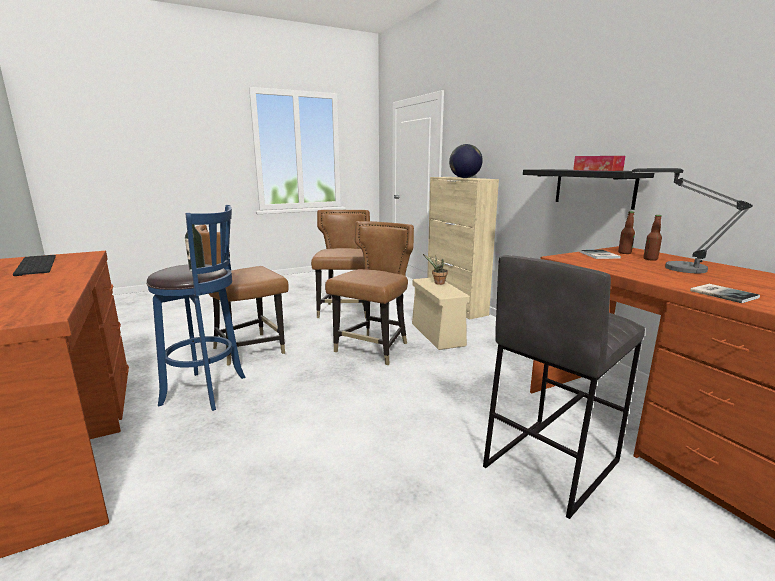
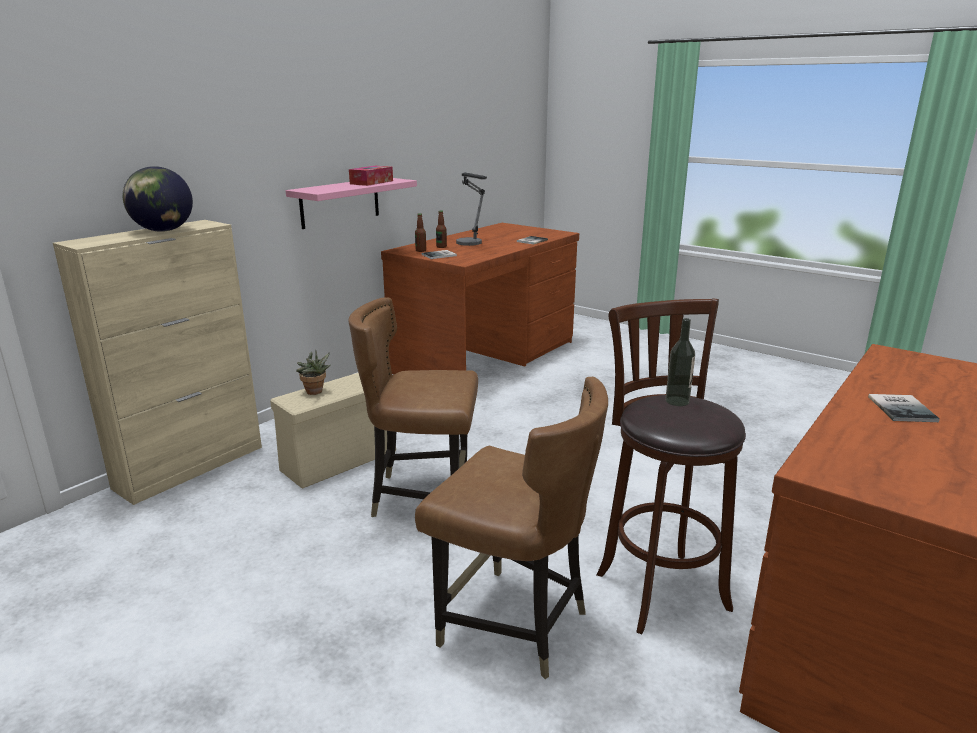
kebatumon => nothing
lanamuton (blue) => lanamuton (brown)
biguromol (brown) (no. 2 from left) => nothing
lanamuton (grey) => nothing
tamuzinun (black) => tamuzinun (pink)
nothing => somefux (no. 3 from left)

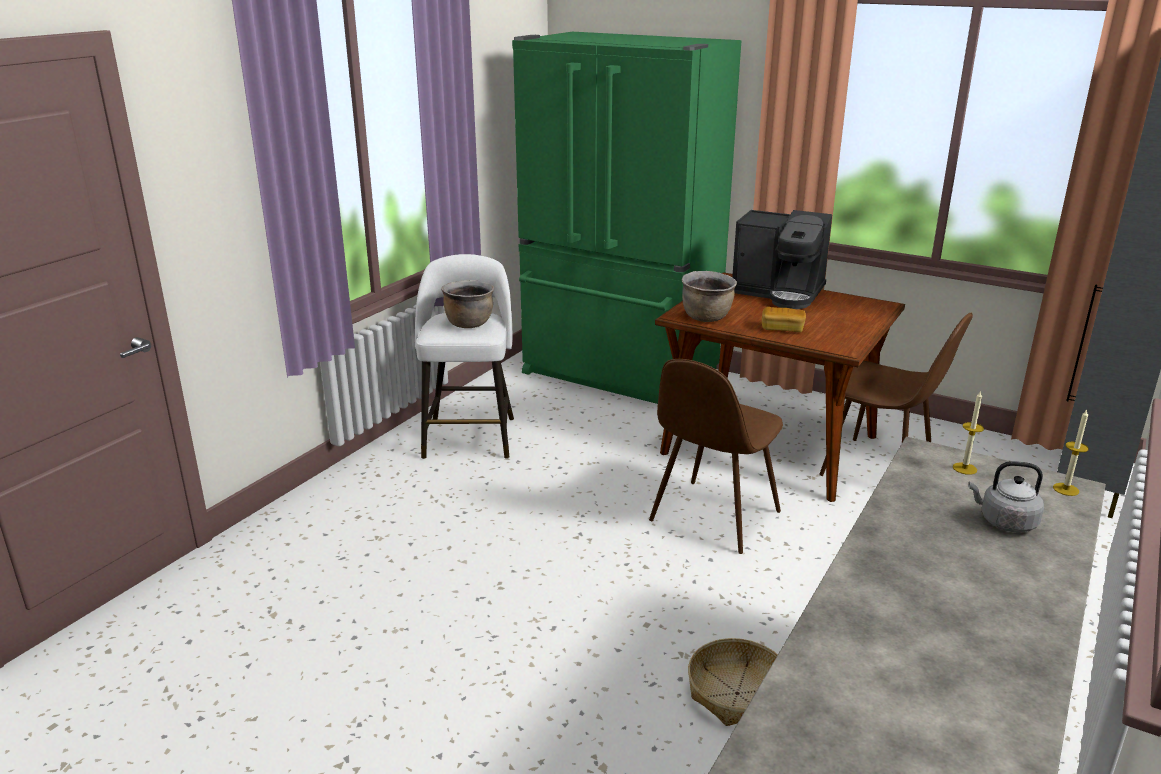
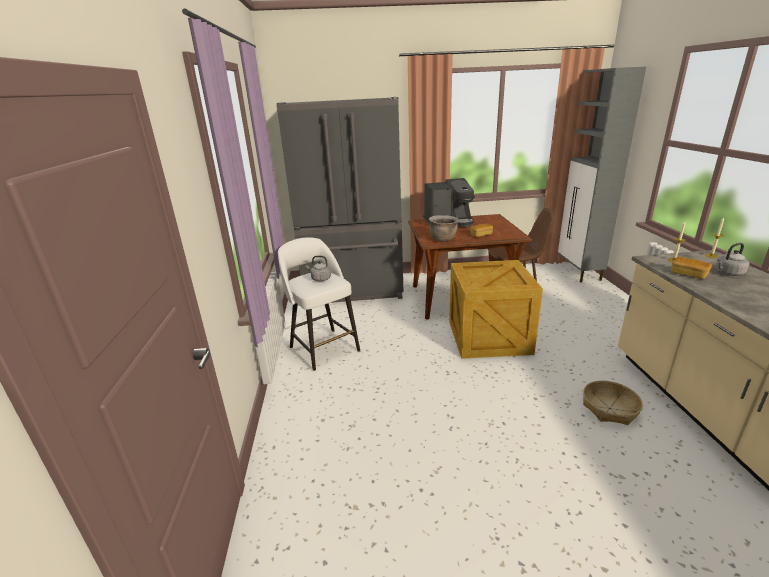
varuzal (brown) (no. 1 from left) => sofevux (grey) (no. 1 from left)
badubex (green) => badubex (grey)
biguromol (brown) (no. 1 from left) => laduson
nothing => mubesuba (no. 2 from left)

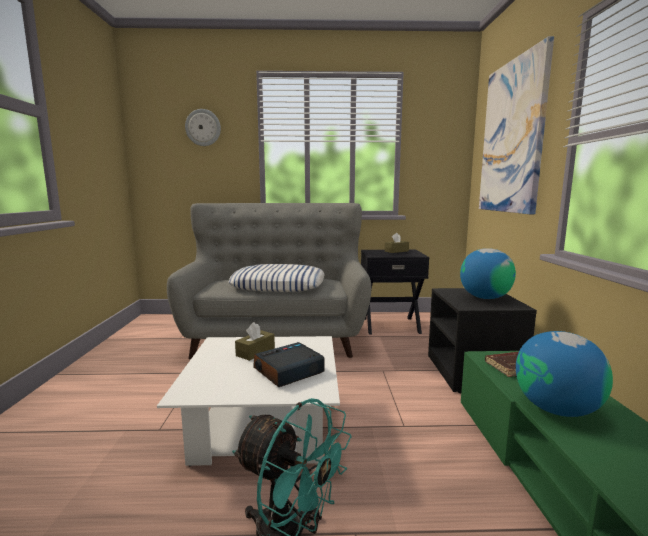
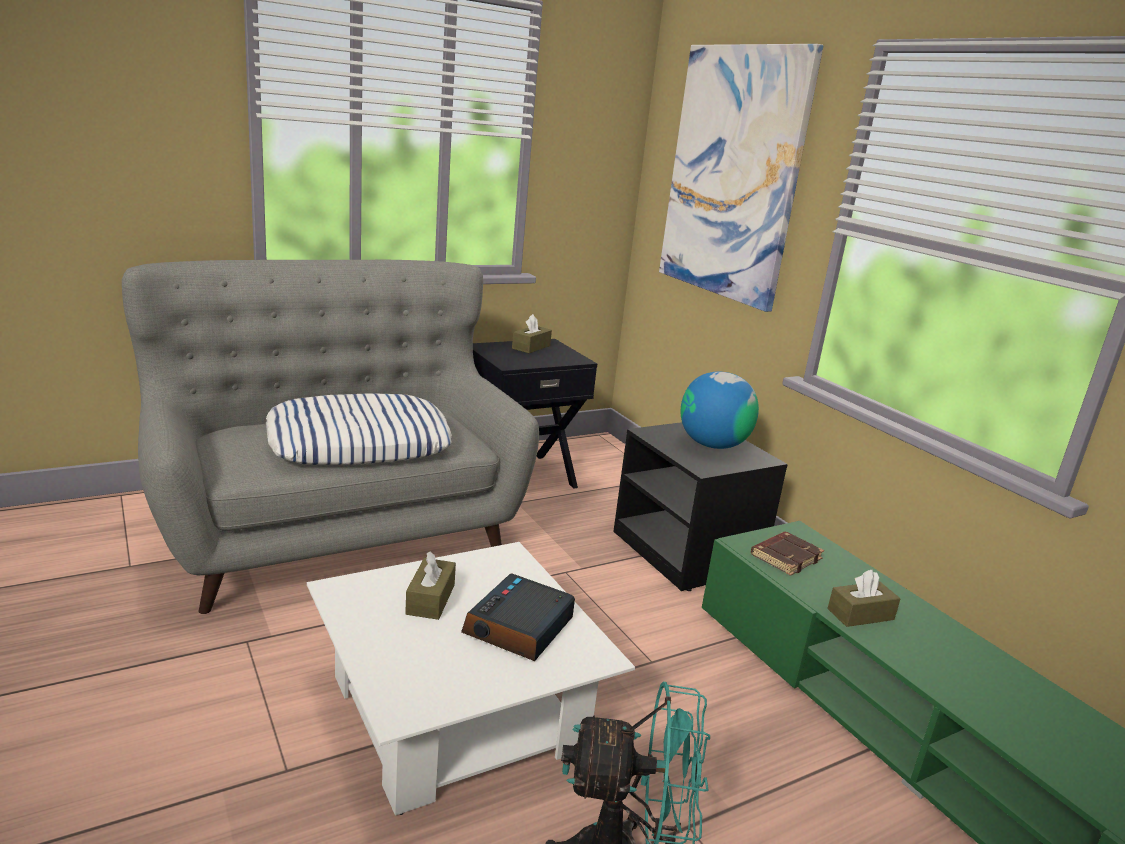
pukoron => nothing
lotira (no. 2 from left) => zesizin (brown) (no. 3 from left)

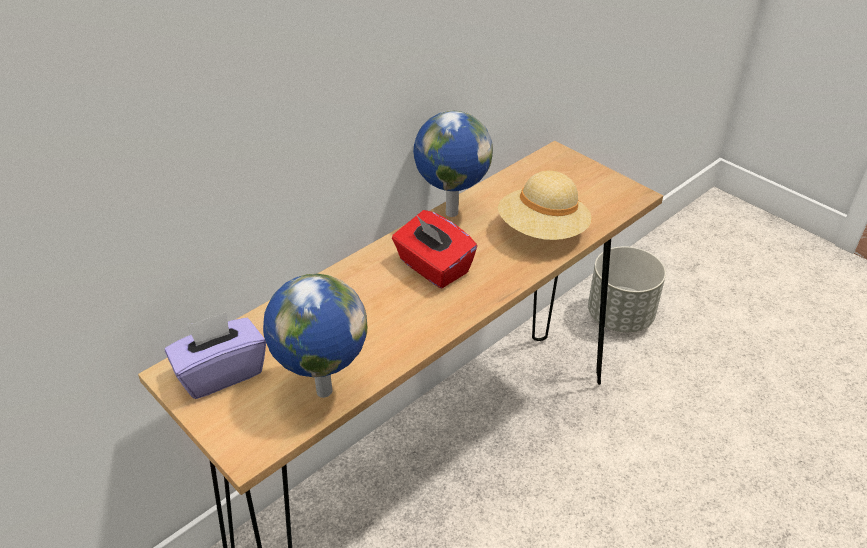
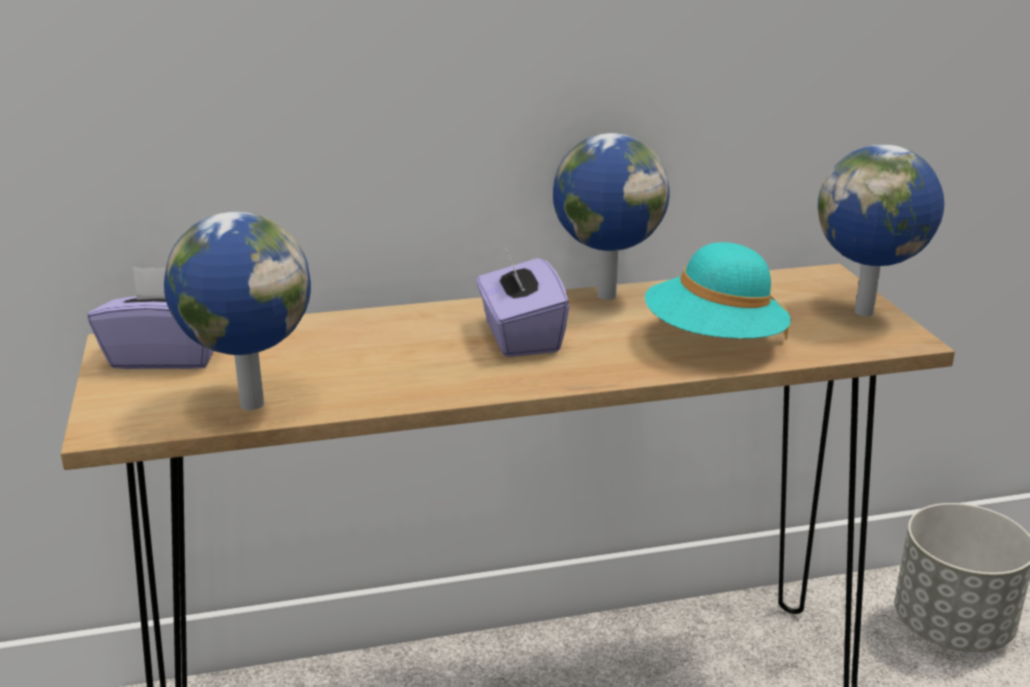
zesizin (red) => zesizin (purple) (no. 2 from left)
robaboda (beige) => robaboda (turquoise)
nothing => lotira (no. 3 from left)

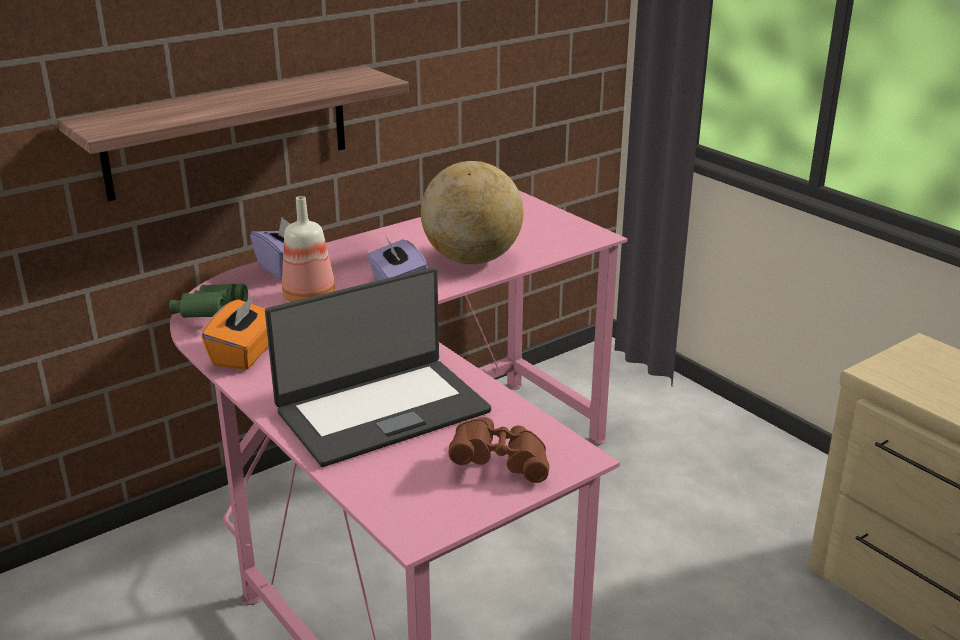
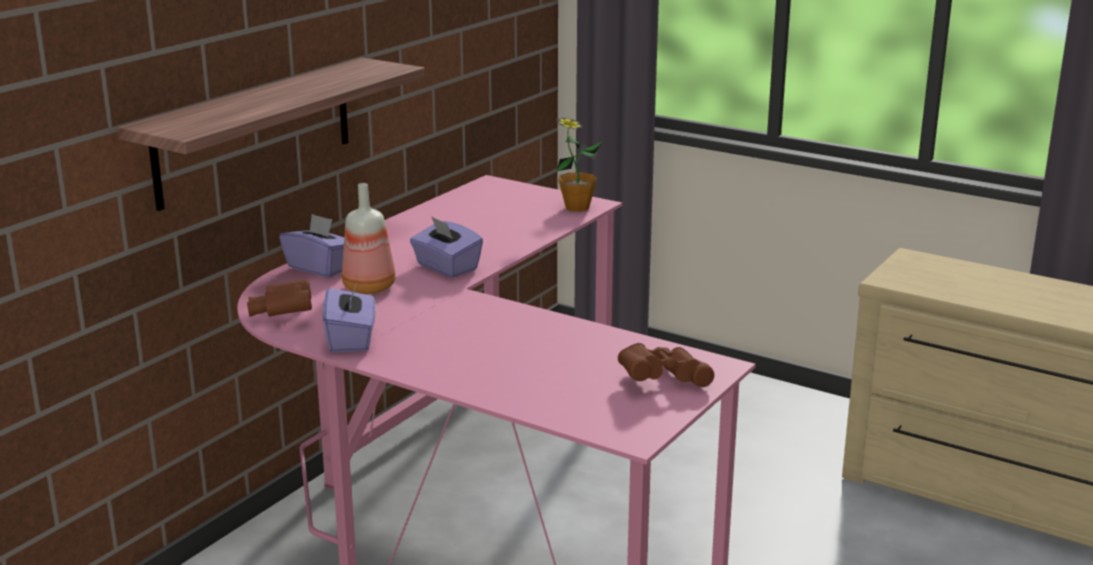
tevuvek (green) => tevuvek (brown) (no. 1 from left)
zesizin (orange) => zesizin (purple) (no. 2 from left)
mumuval => nothing
lotira => nothing
nothing => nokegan

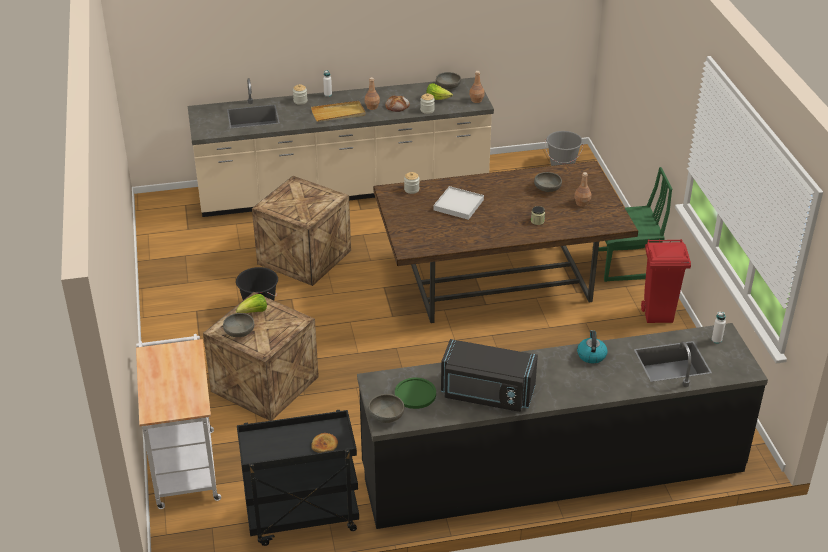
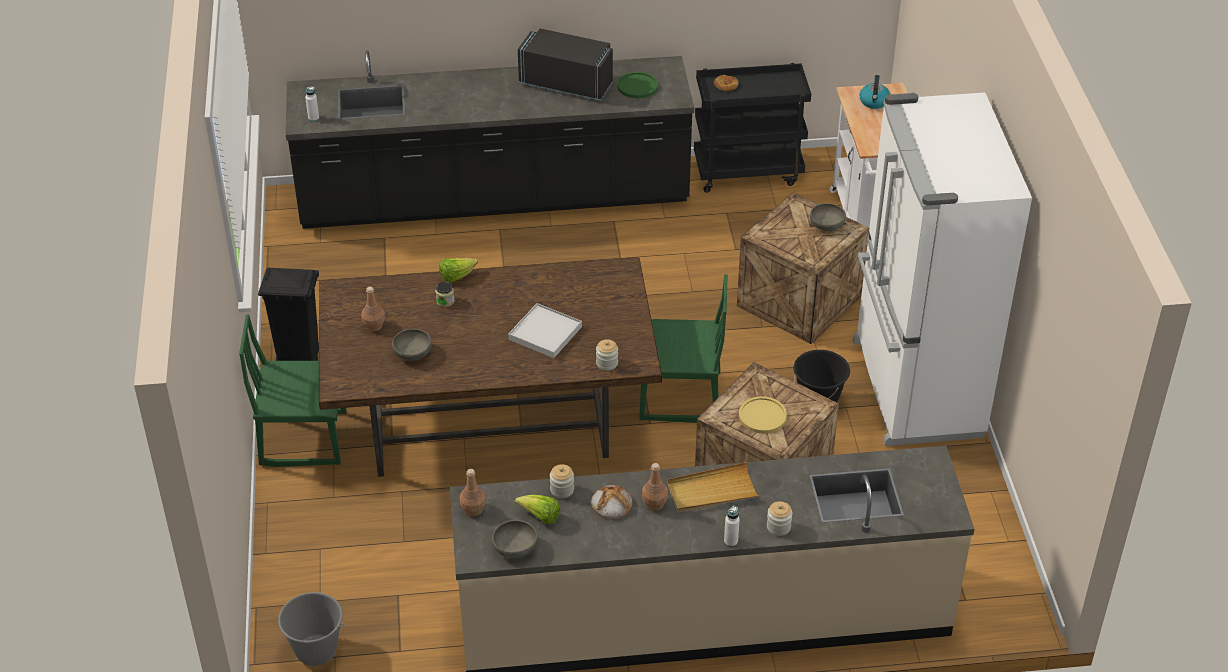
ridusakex (no. 1 from left), shifted
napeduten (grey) (no. 2 from left) => nothing
sofevux, shifted
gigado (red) => gigado (black)
nothing => biguromol (green) (no. 2 from left)
nothing => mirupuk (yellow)
nothing => badubex (white)

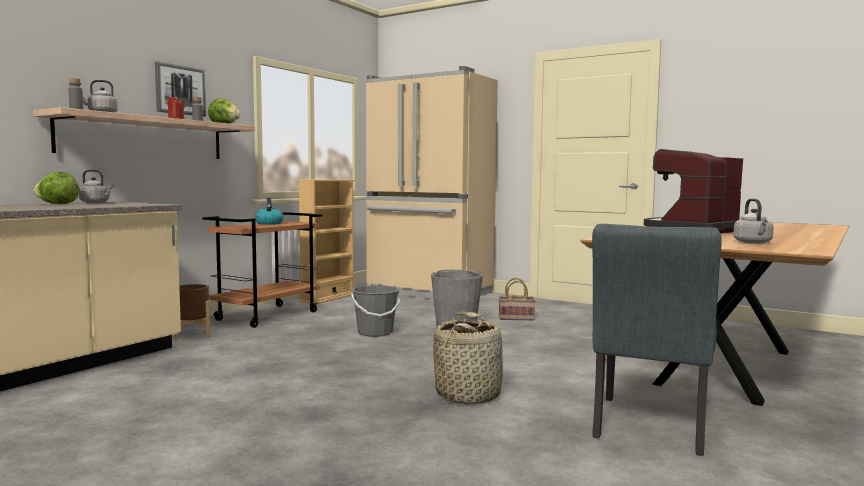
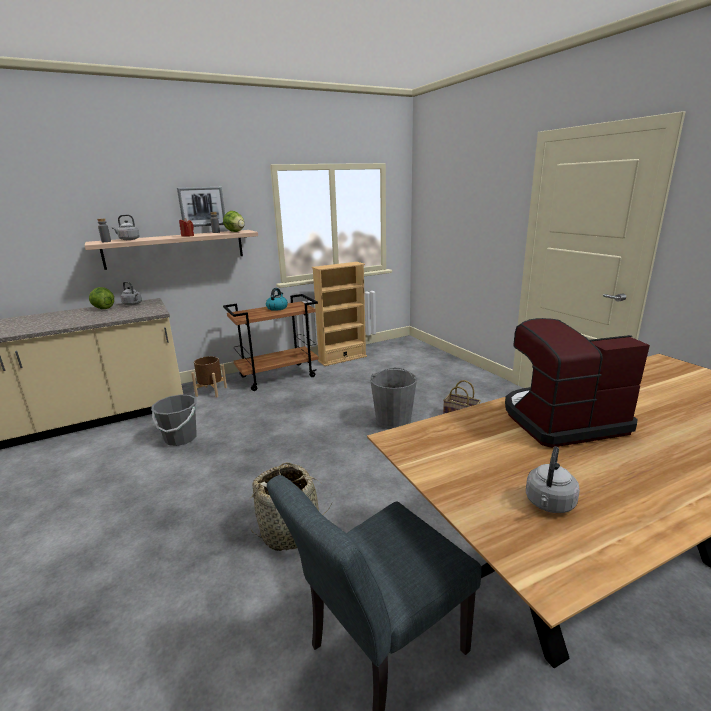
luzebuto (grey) (no. 1 from left), shifted
badubex (beige) => nothing

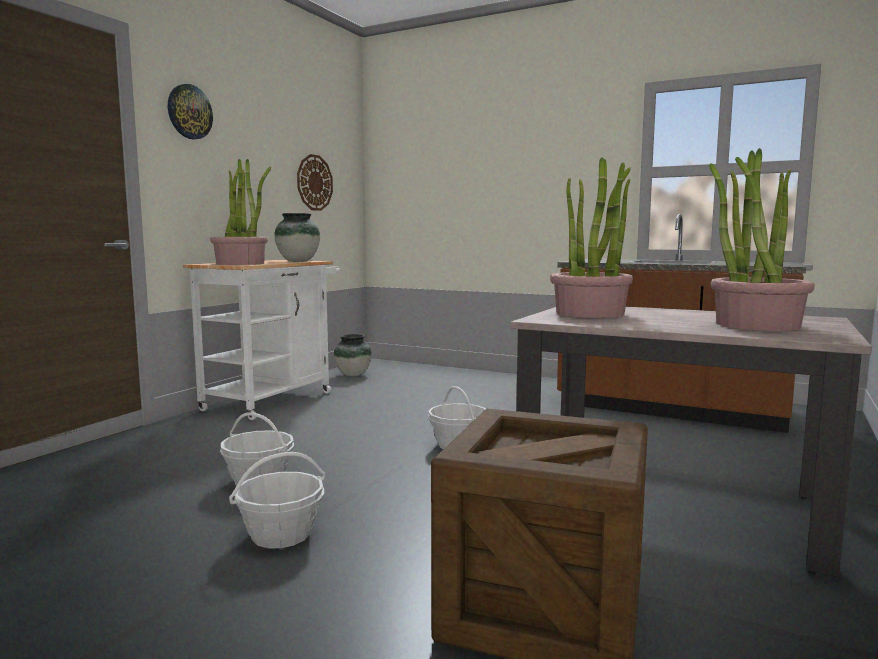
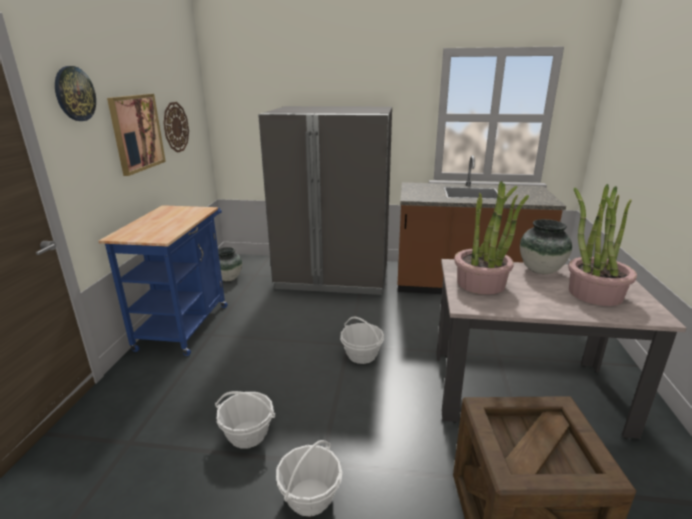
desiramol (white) => desiramol (blue)
nokegan (no. 1 from left) => nothing
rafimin (no. 1 from left in the first image) => rafimin (no. 2 from left), shifted
nothing => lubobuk
nothing => badubex (grey)

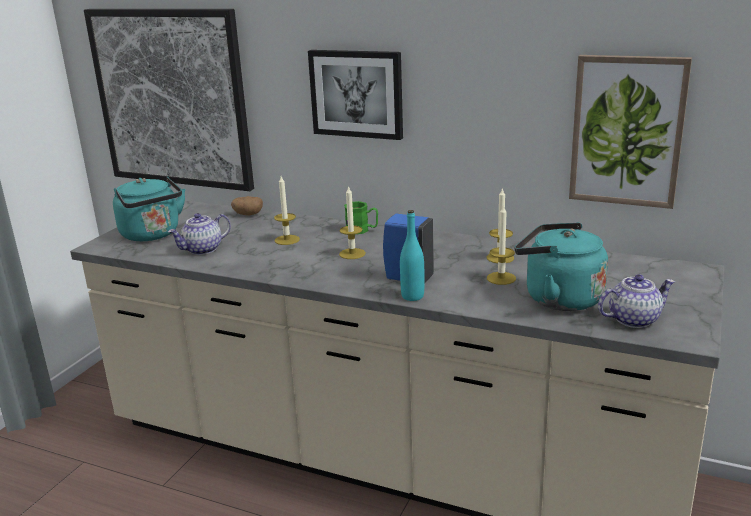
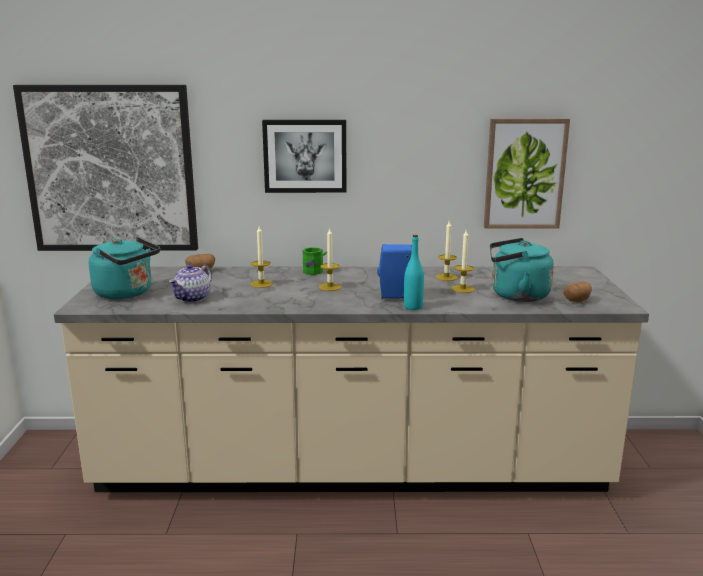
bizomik (no. 2 from left) => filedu (no. 2 from left)

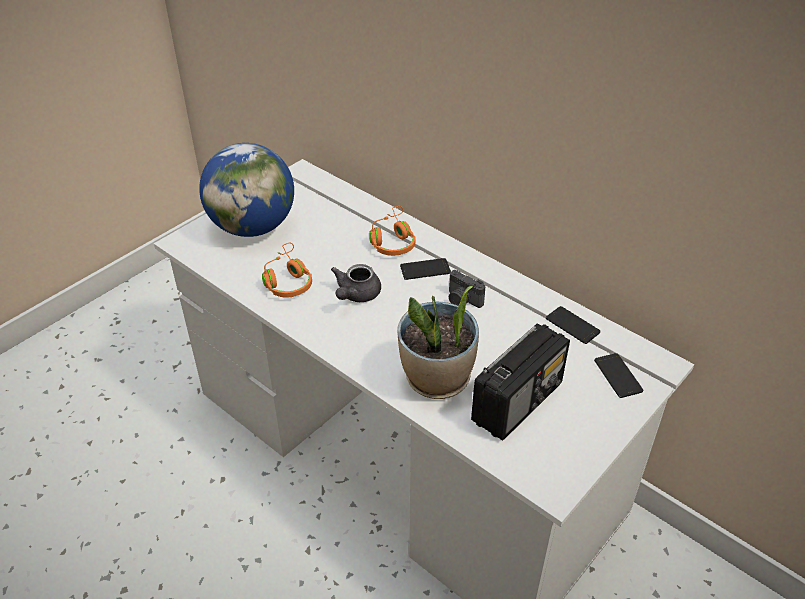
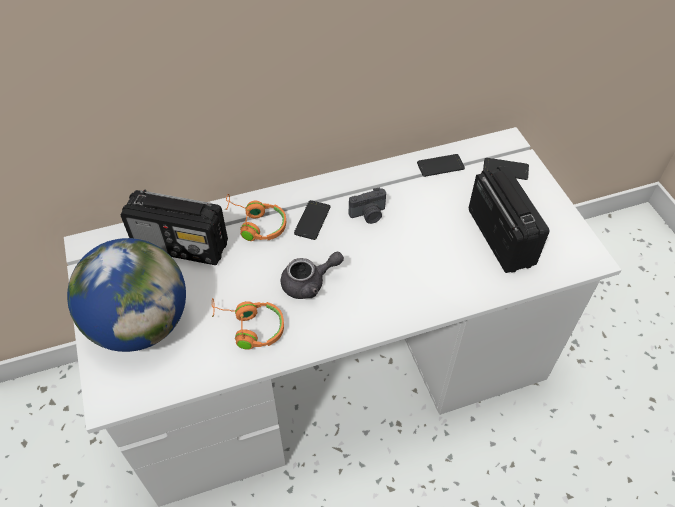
bizomik (grey), 75 degrees counterclockwise
nokegan => nothing
nothing => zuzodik (no. 1 from left)

